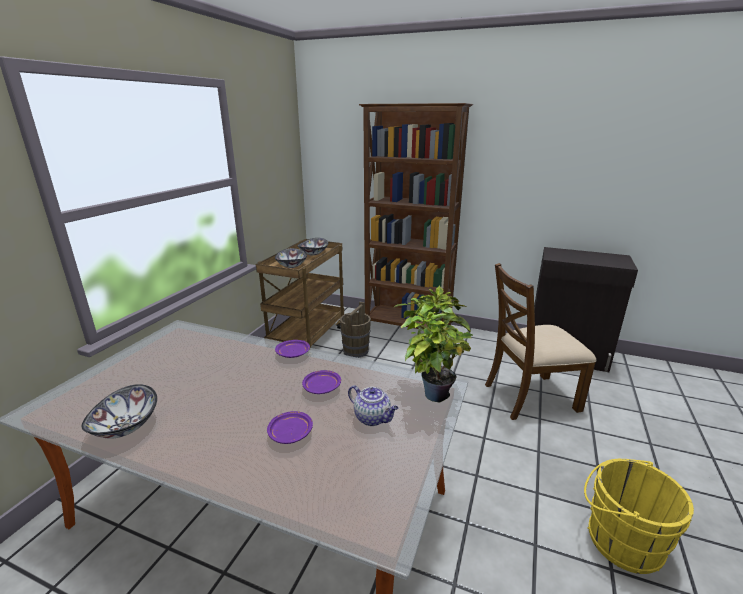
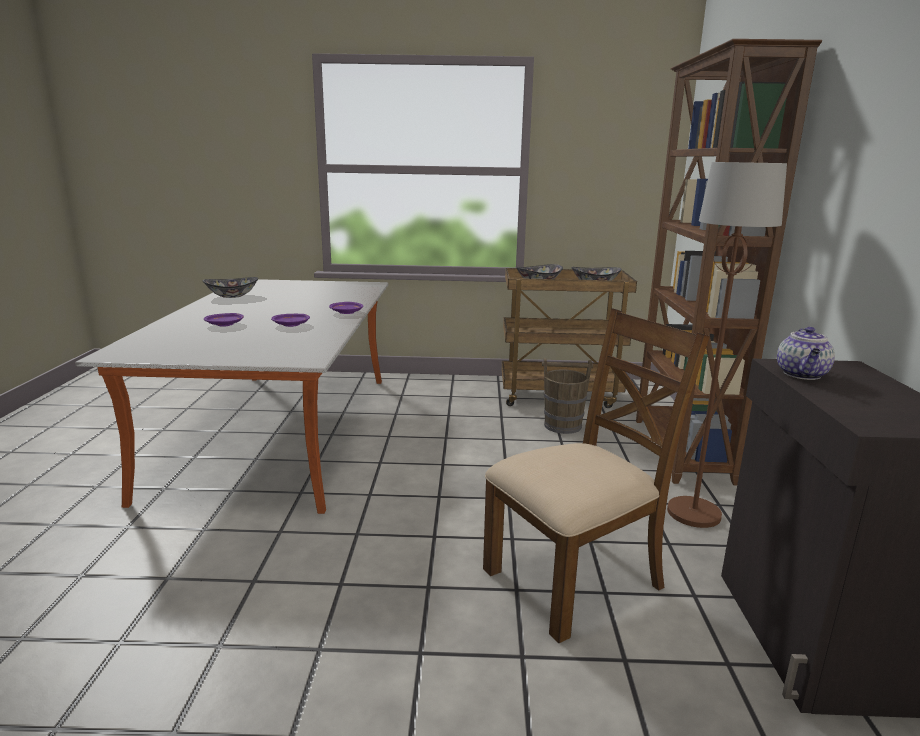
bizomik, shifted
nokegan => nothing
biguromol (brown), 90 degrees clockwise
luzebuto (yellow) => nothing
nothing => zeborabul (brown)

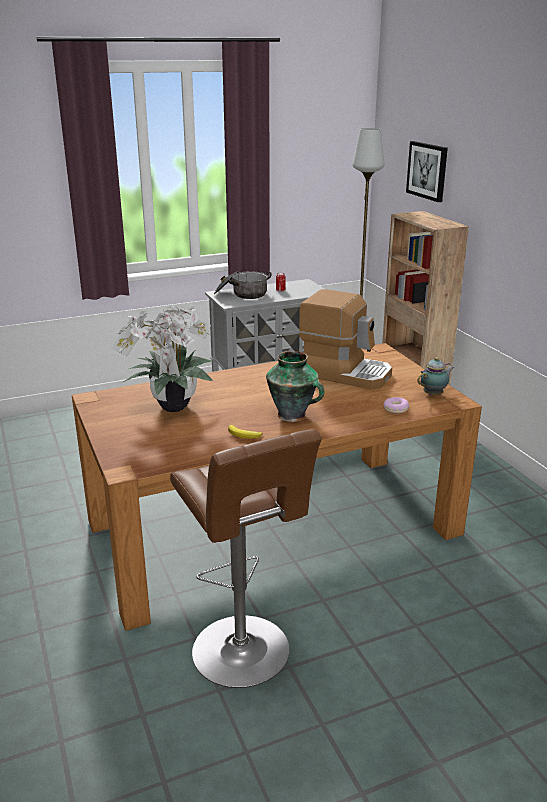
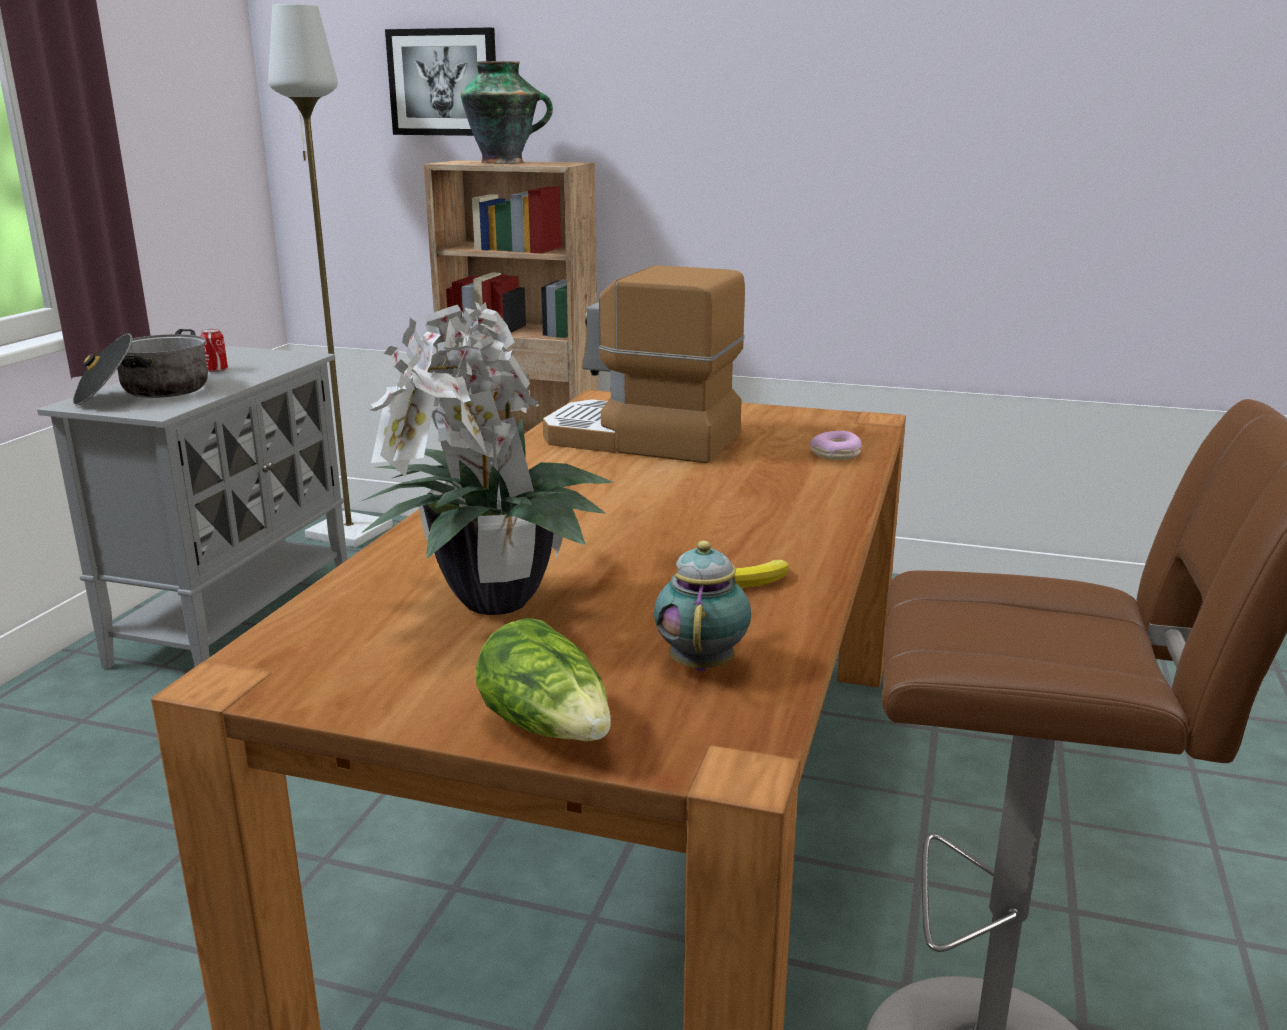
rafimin, shifted
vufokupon, 135 degrees counterclockwise
bizomik, shifted
nothing => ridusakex

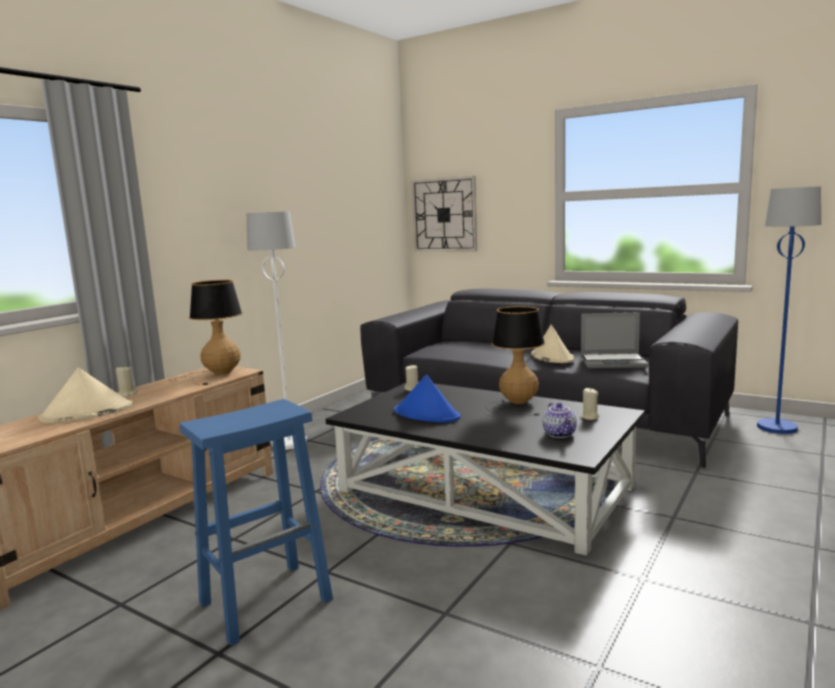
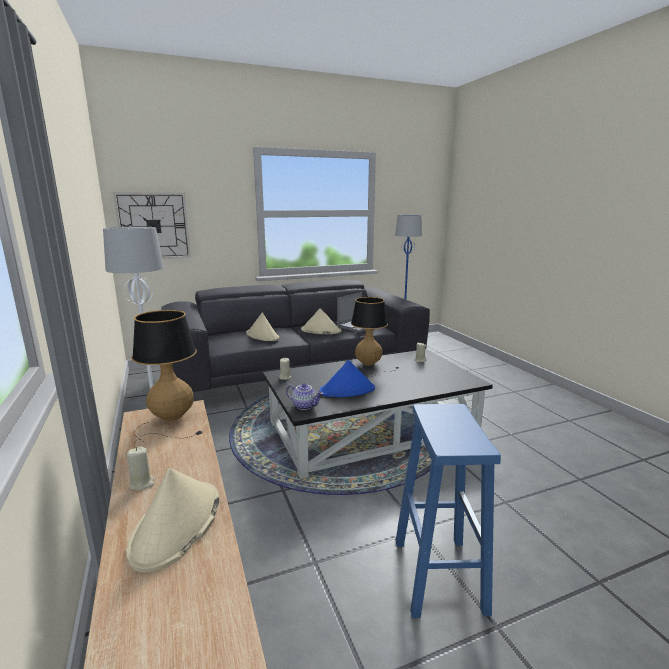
bizomik, shifted
nothing => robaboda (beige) (no. 2 from left)

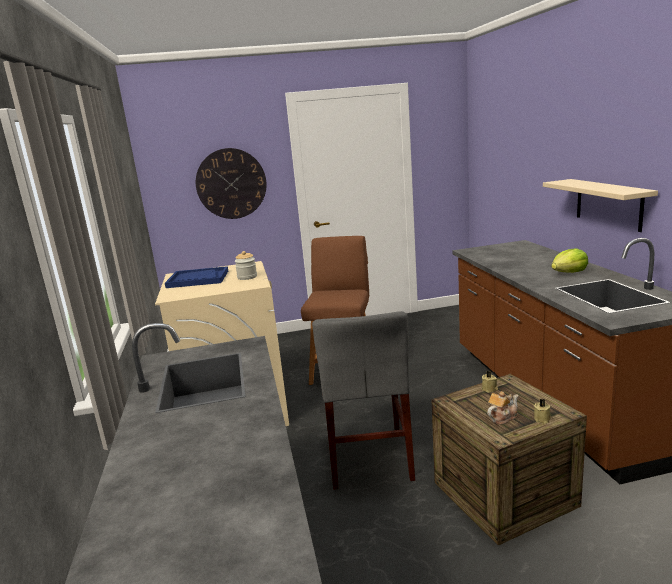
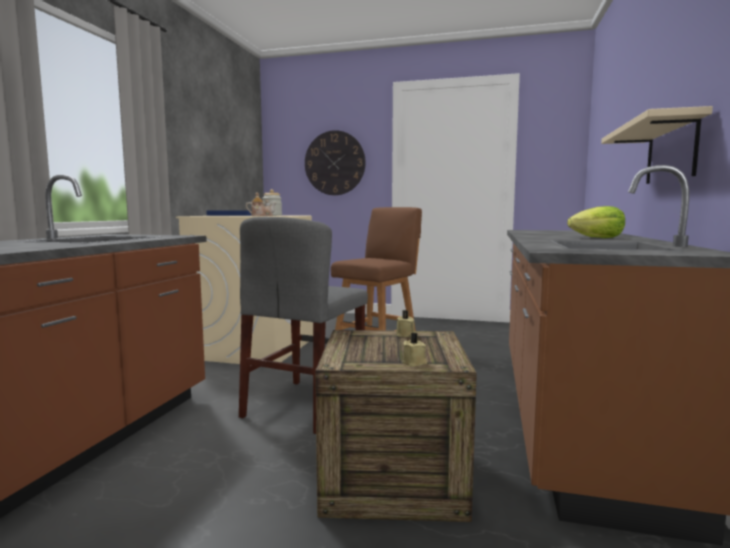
bizomik, shifted

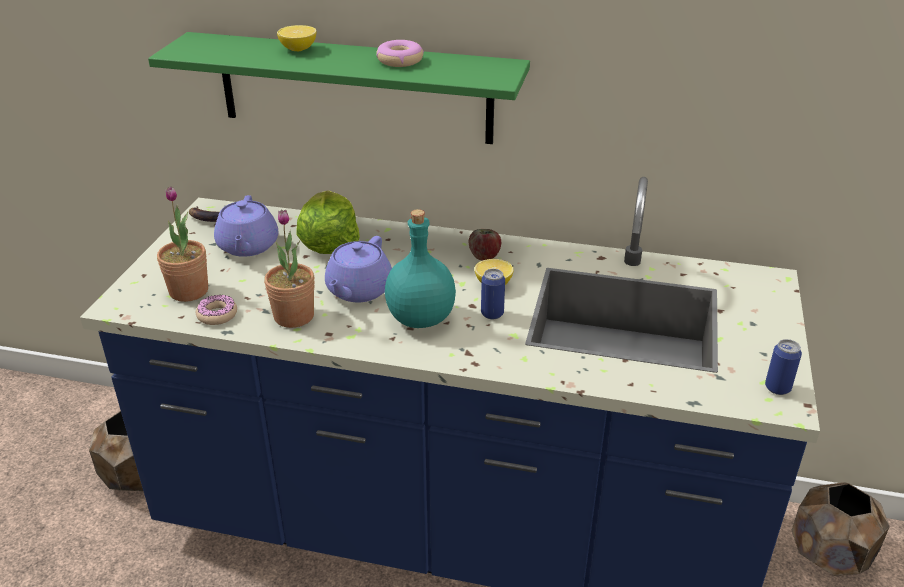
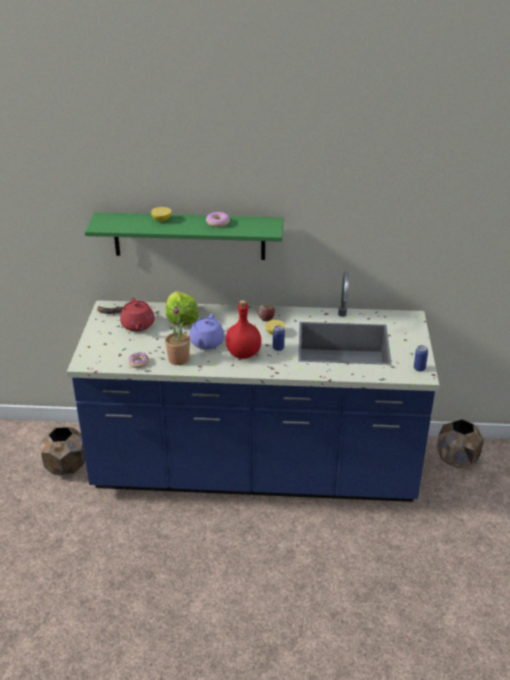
nokegan (no. 1 from left) => nothing
bizomik (purple) (no. 1 from left) => bizomik (red)
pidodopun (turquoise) => pidodopun (red)

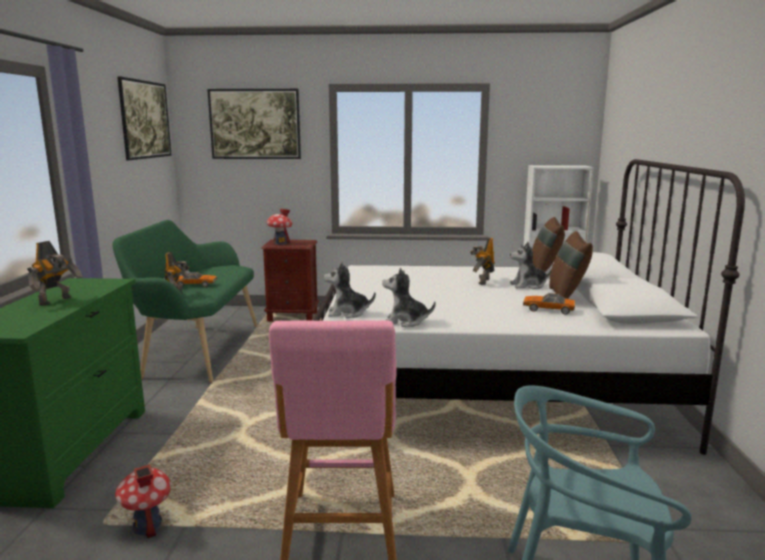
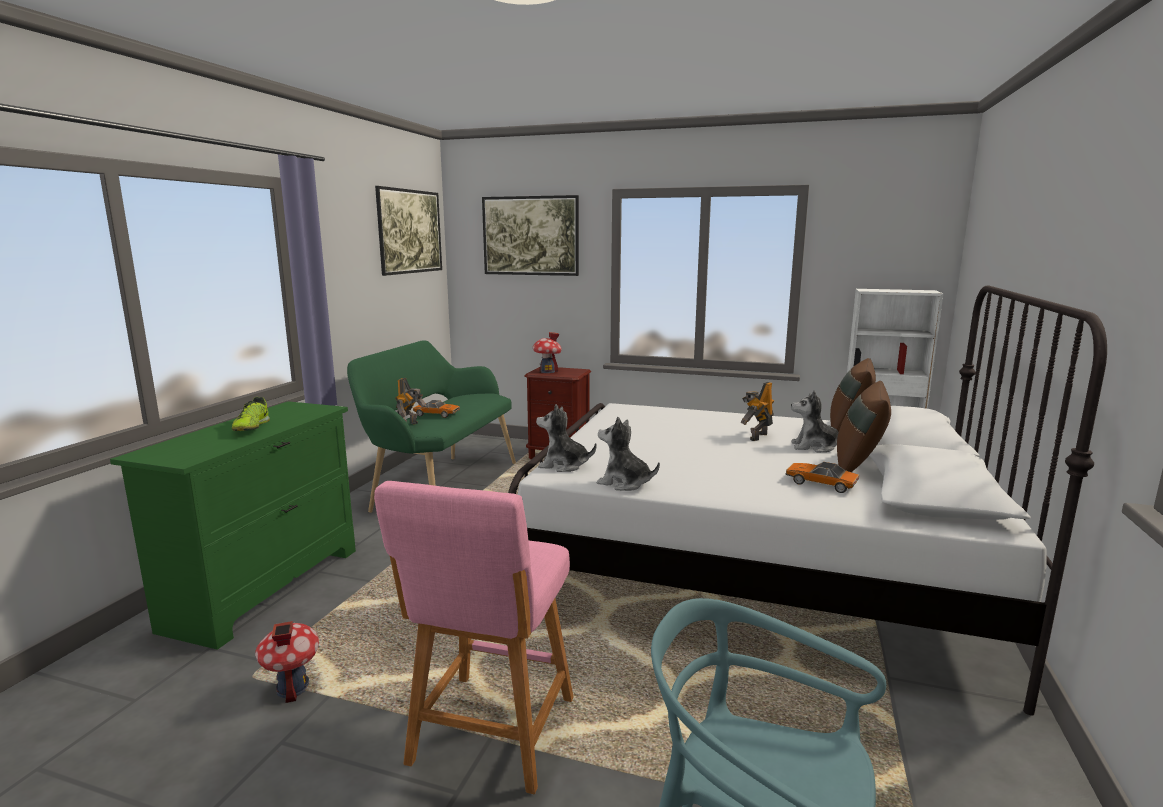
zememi (no. 1 from left) => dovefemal

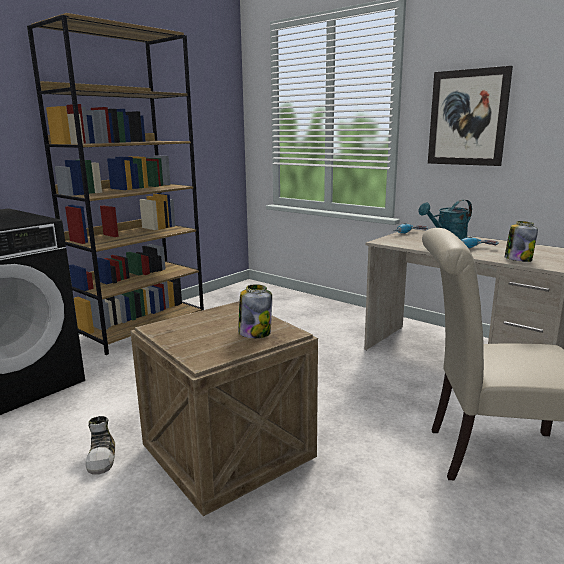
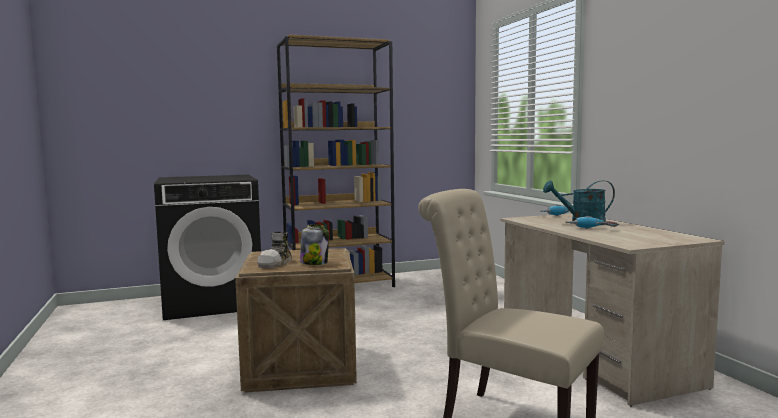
dovefemal, shifted
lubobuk => nothing
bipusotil (no. 2 from left) => nothing

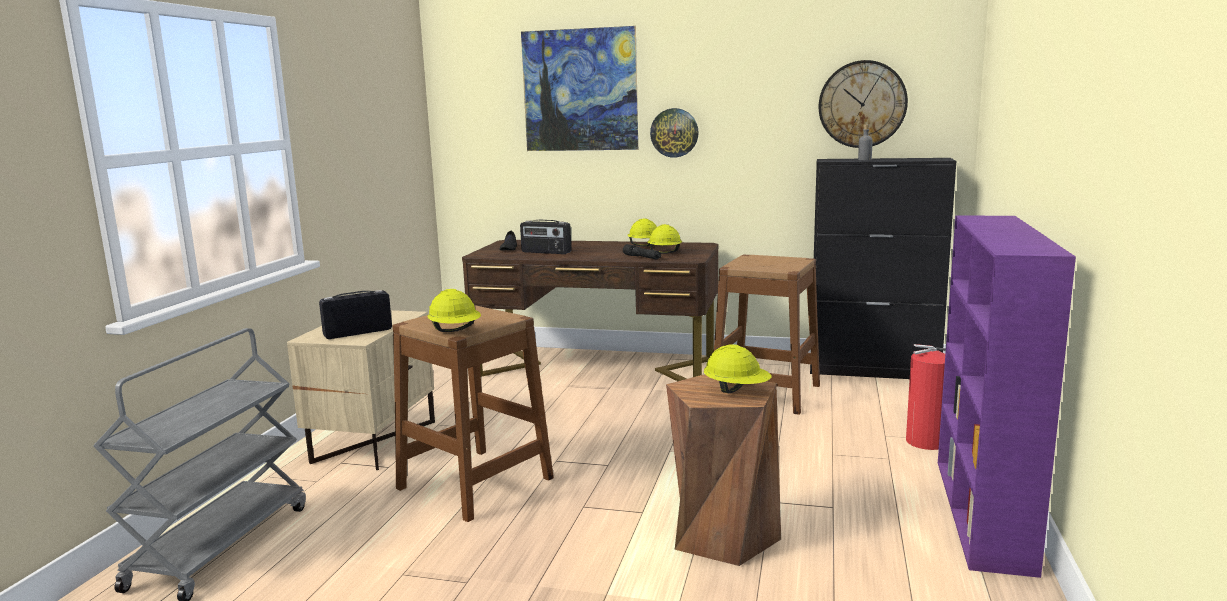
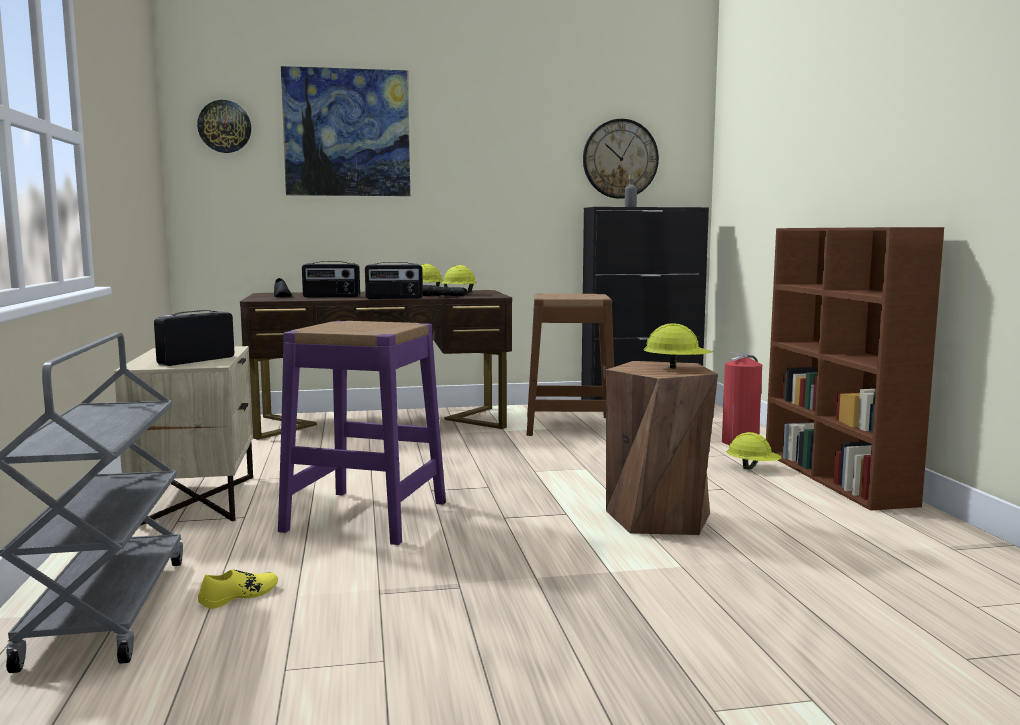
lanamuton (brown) (no. 1 from left) => lanamuton (purple)
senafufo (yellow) (no. 1 from left in the first image) => senafufo (yellow) (no. 4 from left), shifted
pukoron (no. 1 from left), shifted
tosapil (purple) => tosapil (brown)
nothing => dovefemal (yellow)
nothing => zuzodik (no. 3 from left)

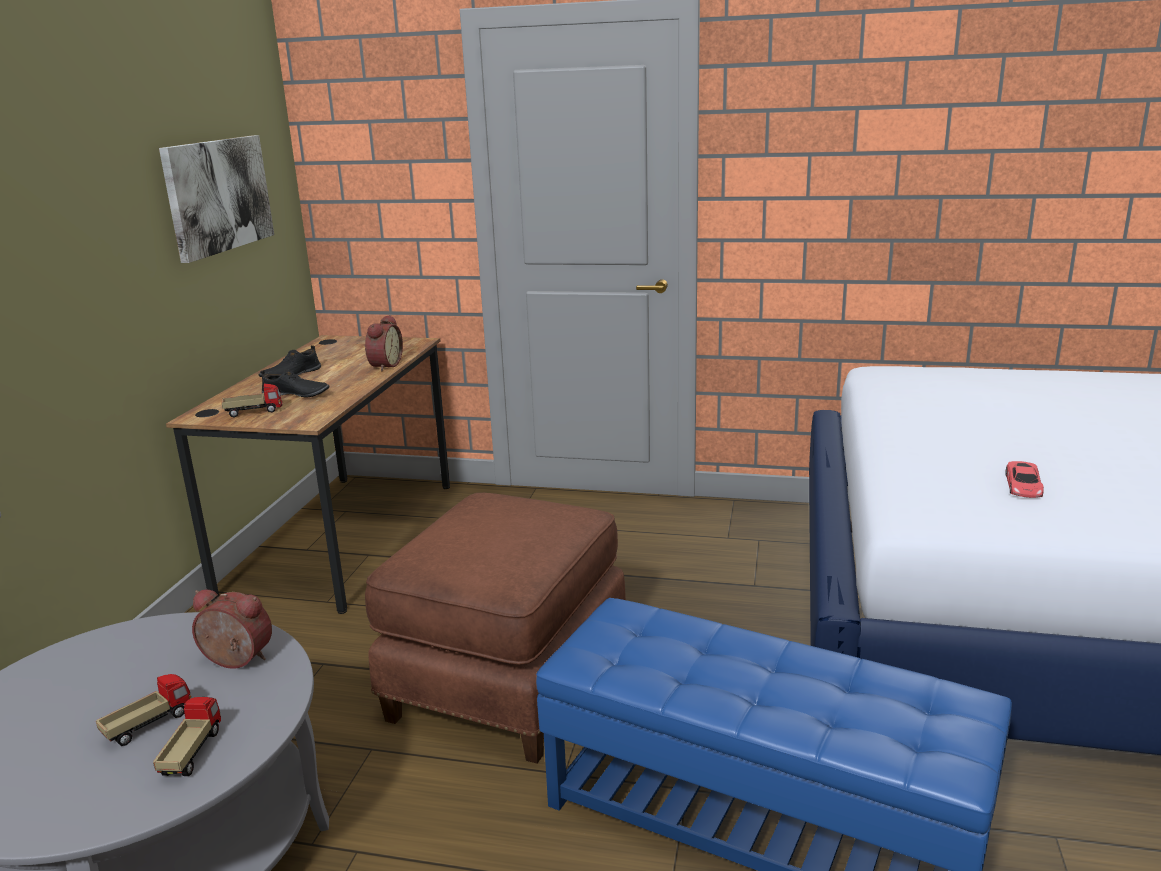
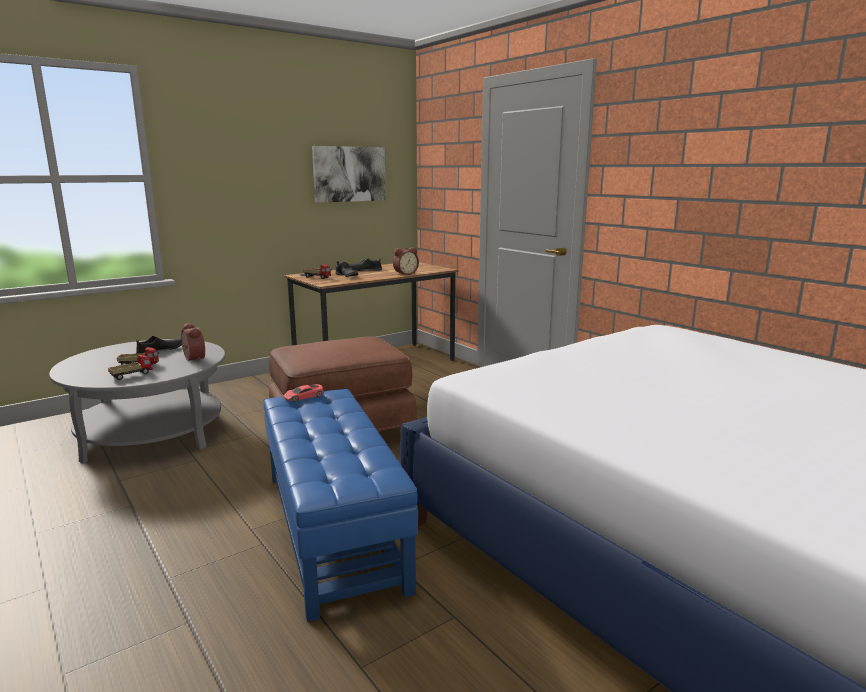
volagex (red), shifted
nothing => dovefemal (black) (no. 1 from left)

